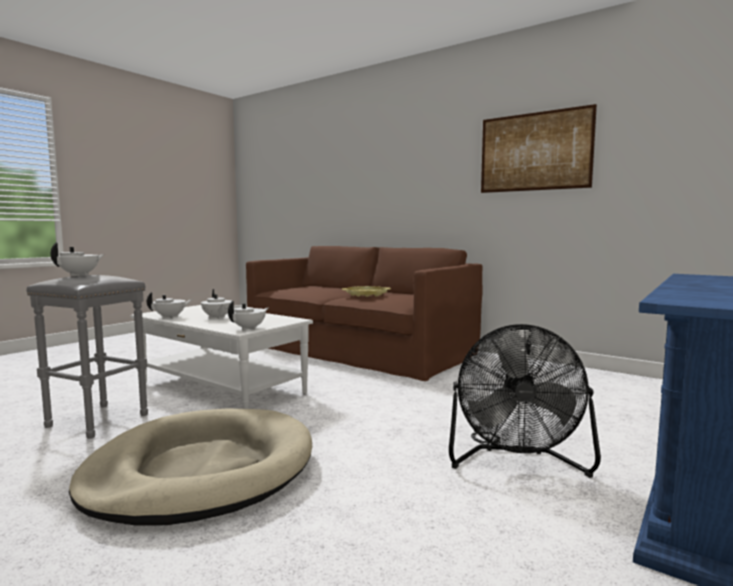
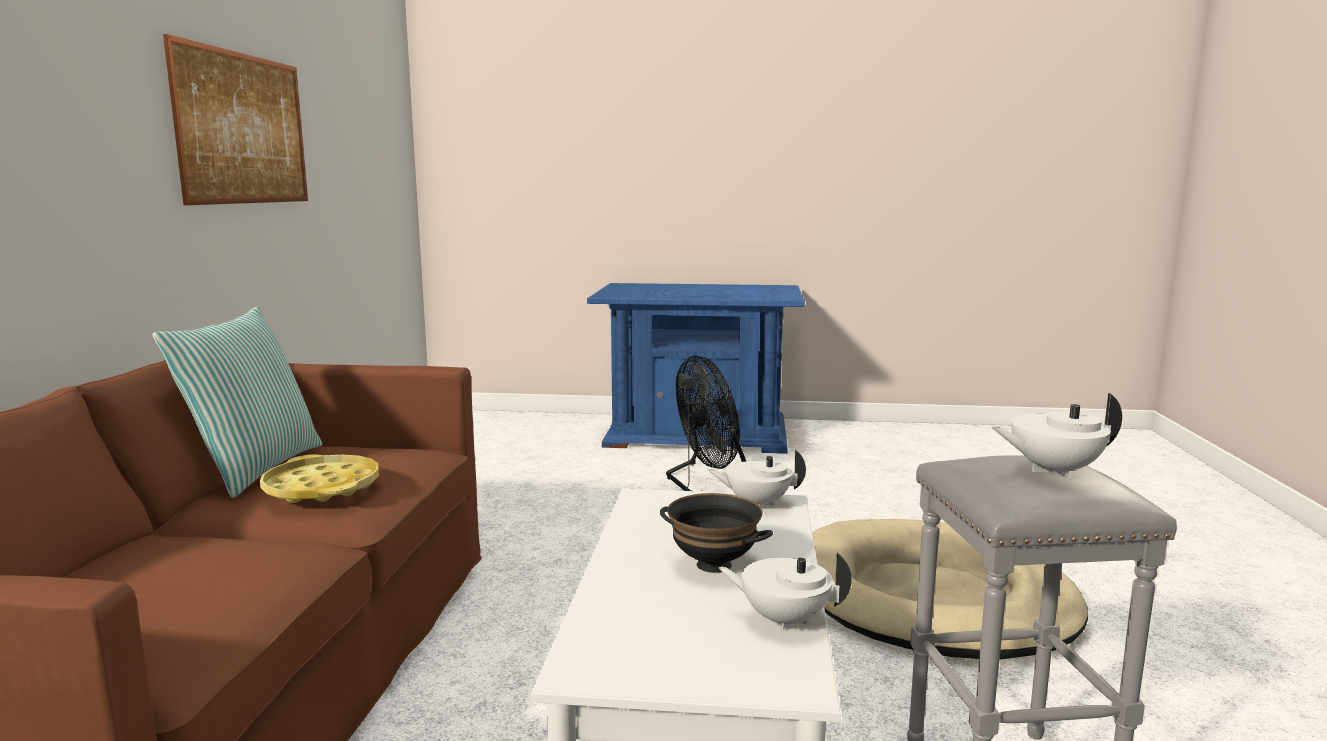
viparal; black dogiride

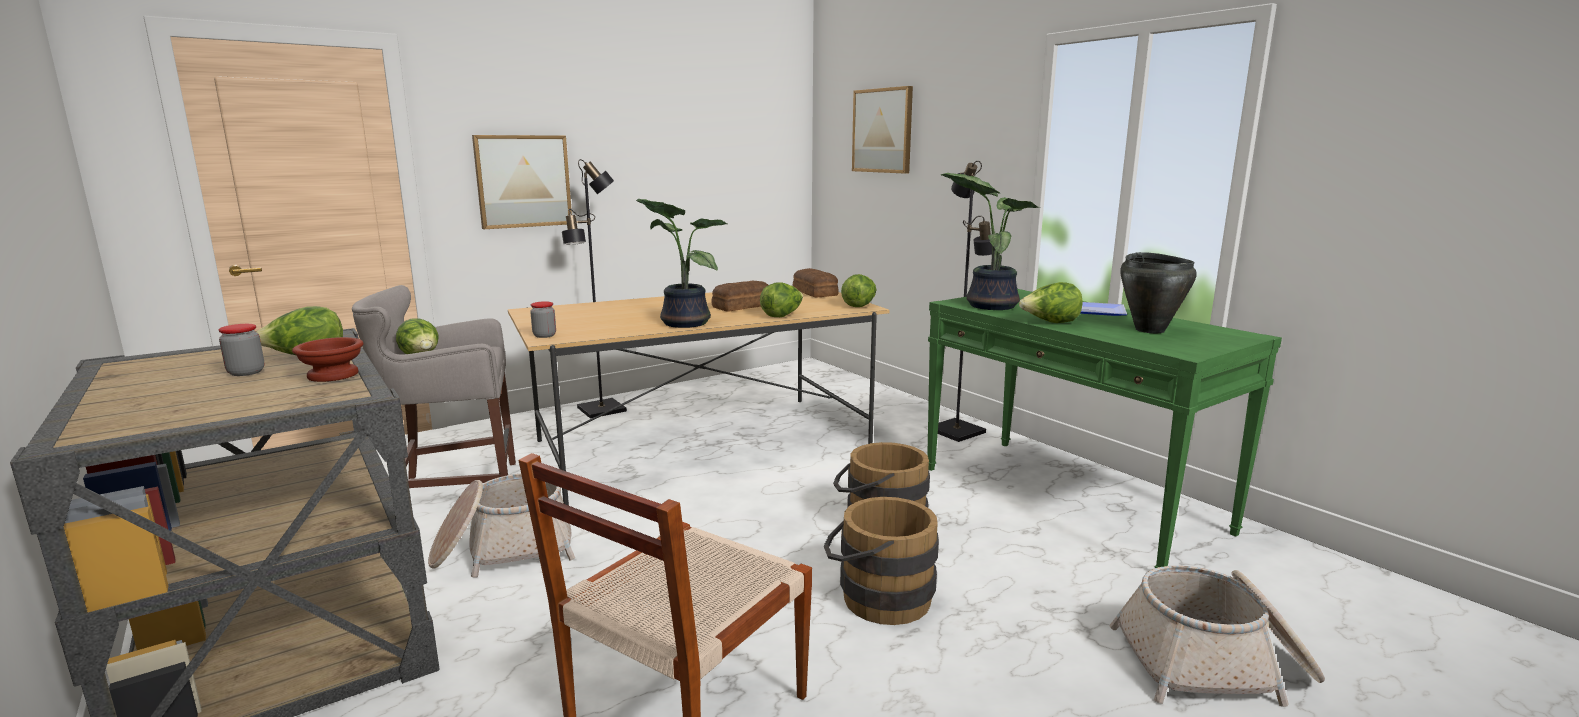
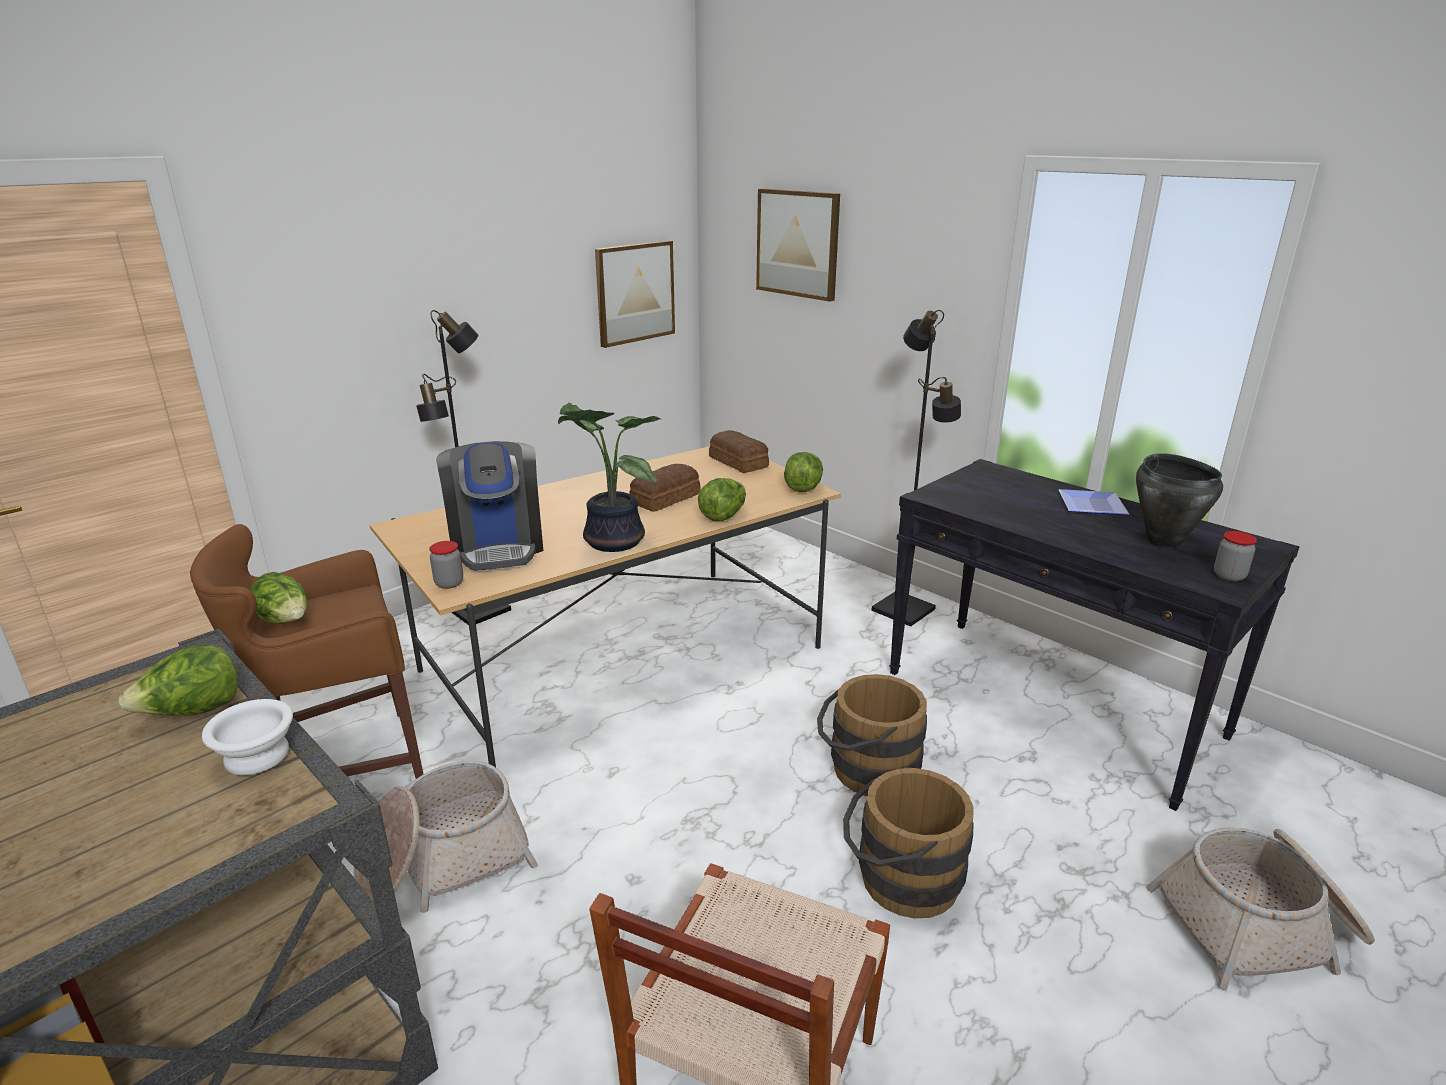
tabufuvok (no. 2 from left in the first image); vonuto (no. 5 from left in the first image); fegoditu; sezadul (no. 2 from left); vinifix (no. 1 from left); white dogiride; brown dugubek; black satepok

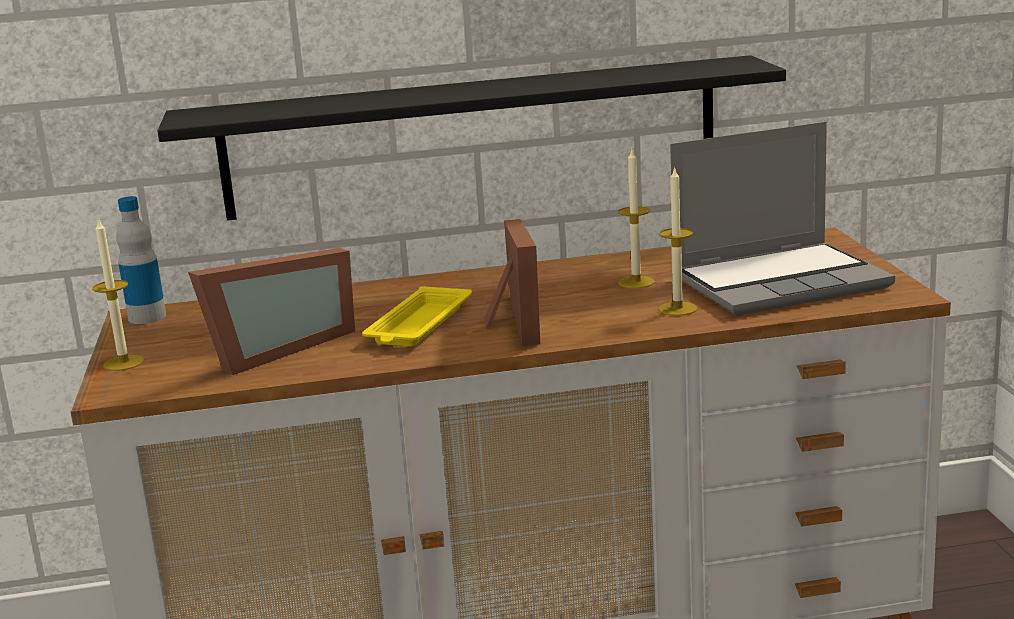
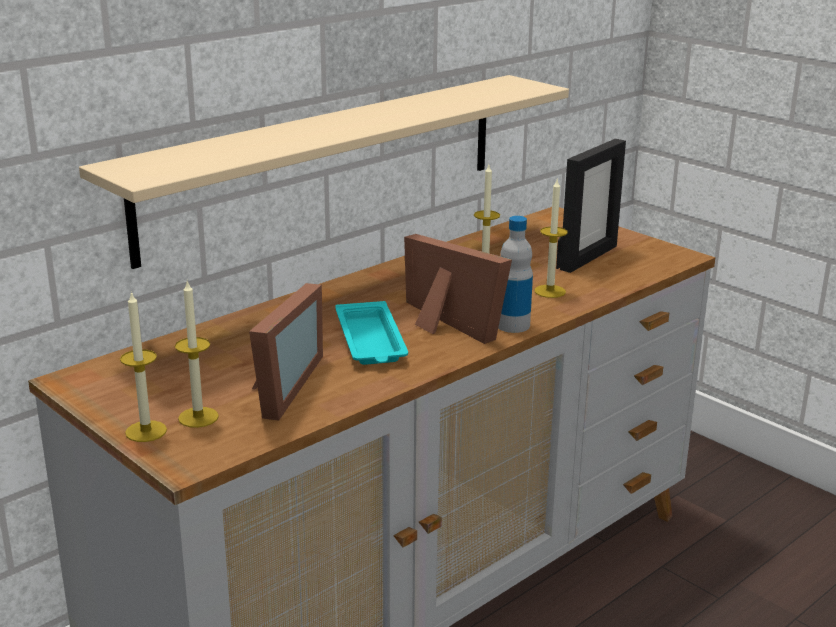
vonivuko (no. 2 from left); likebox; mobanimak (no. 3 from left); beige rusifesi; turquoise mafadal

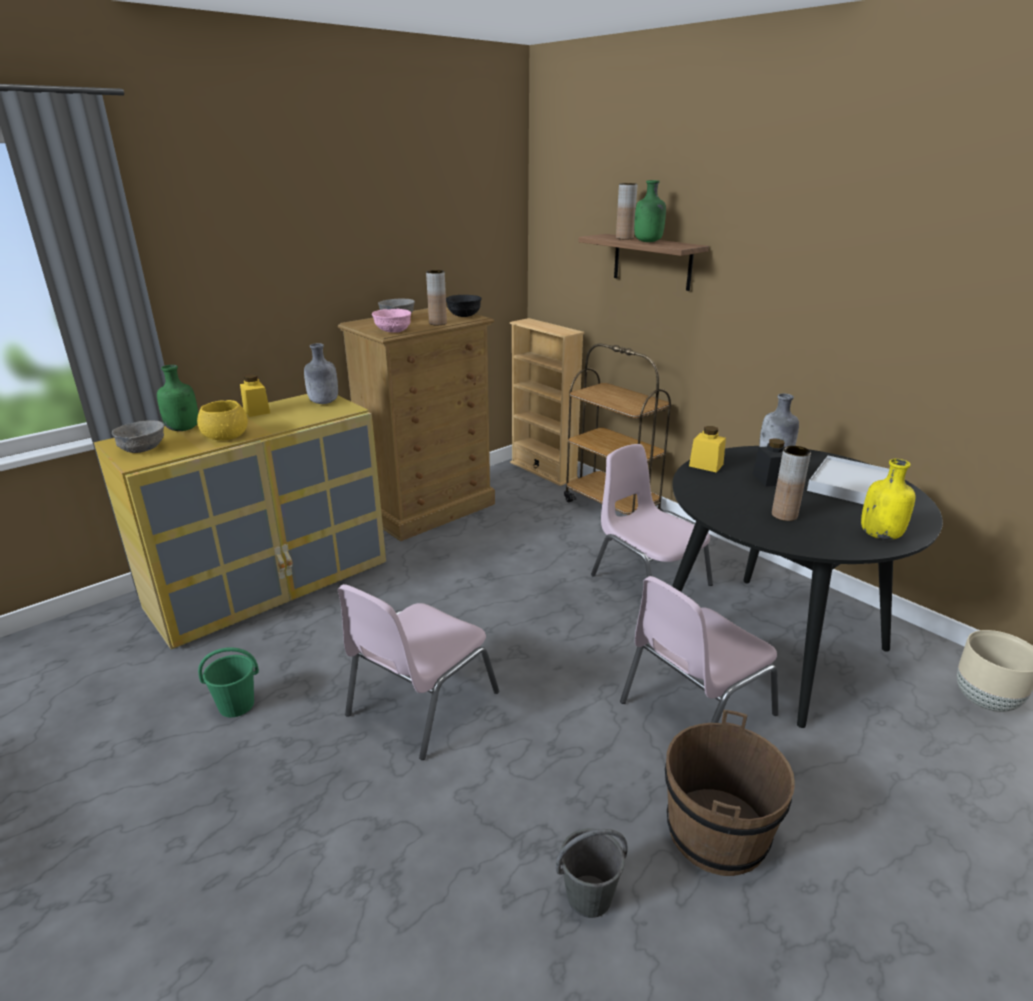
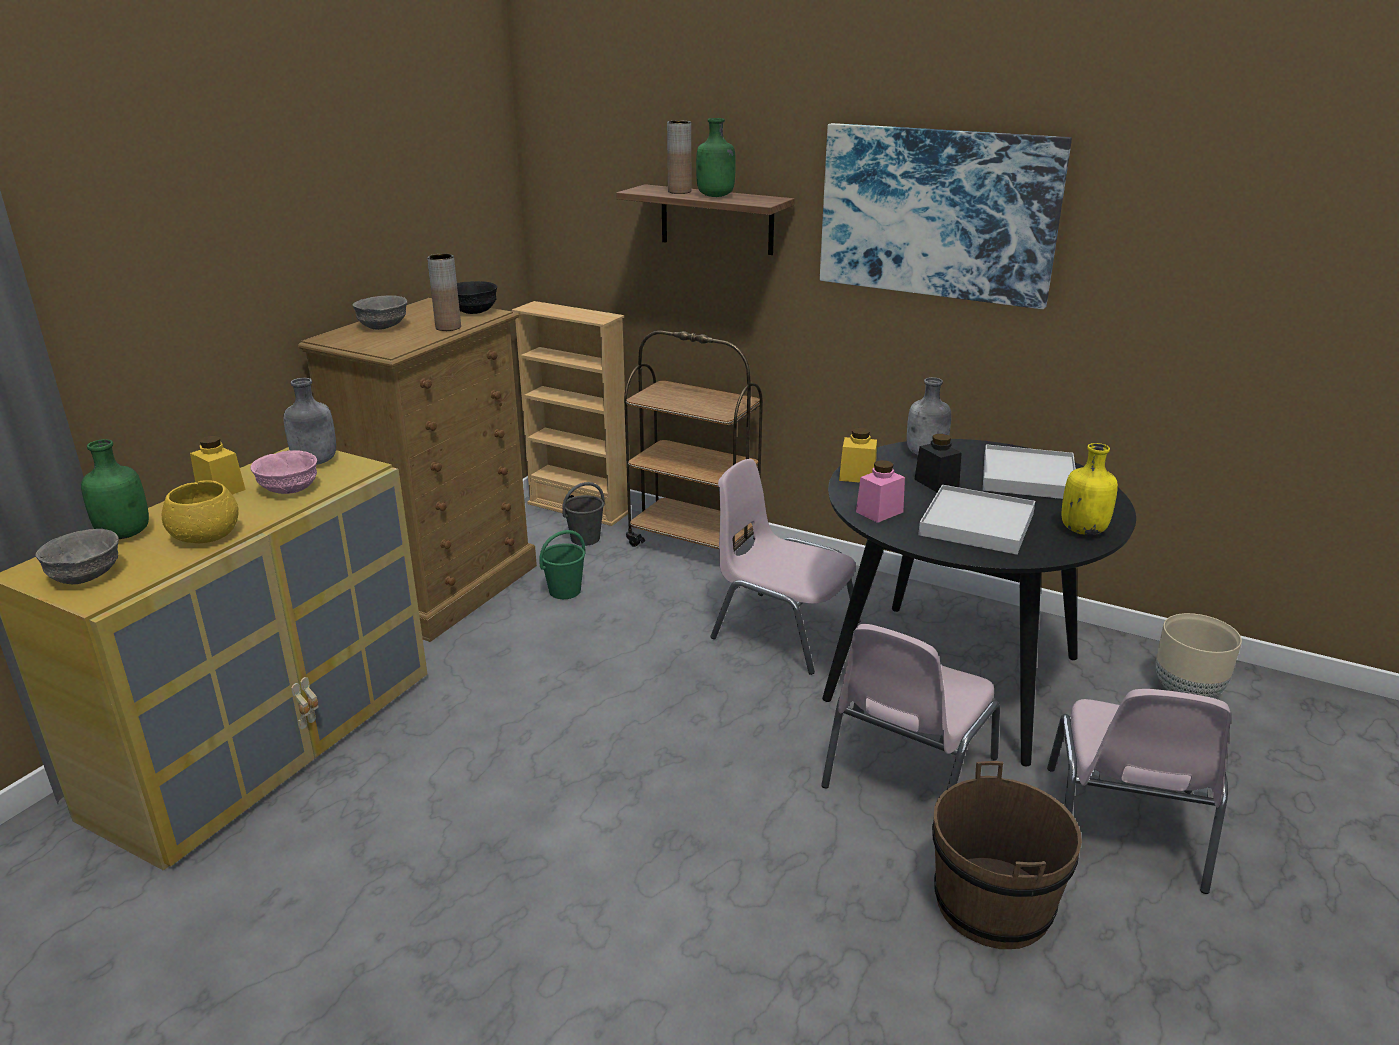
vinifix; pink sezadul; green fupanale; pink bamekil (no. 3 from left); pink dogiride; grey fupanale; white mafadal (no. 1 from left)

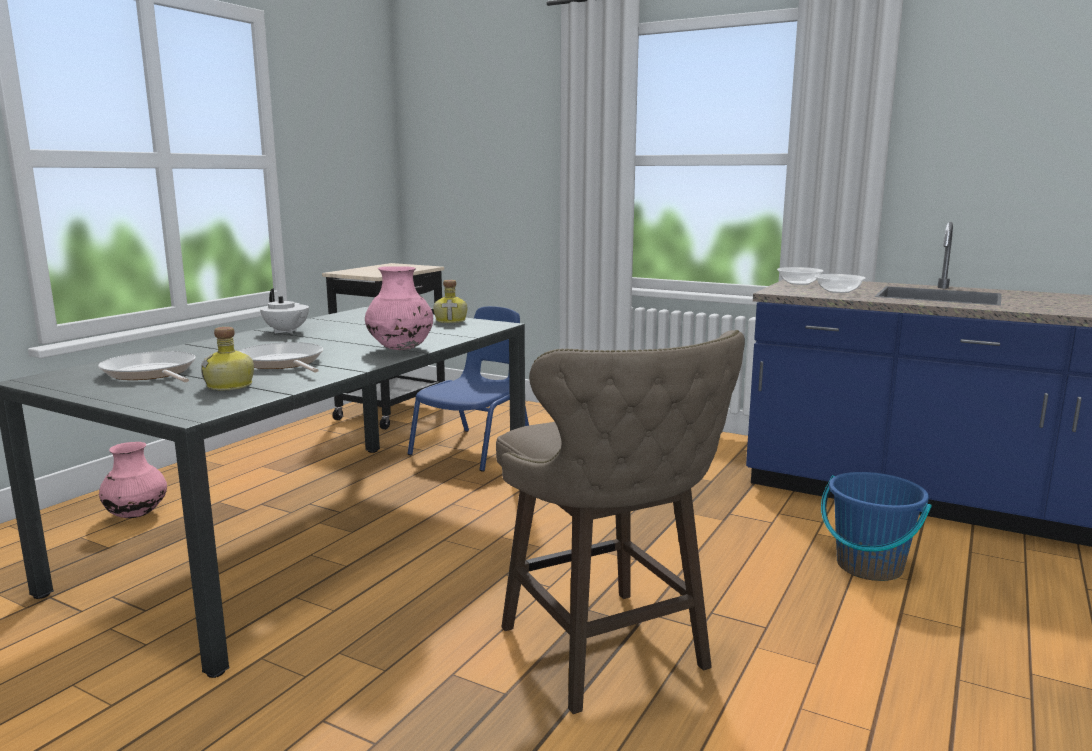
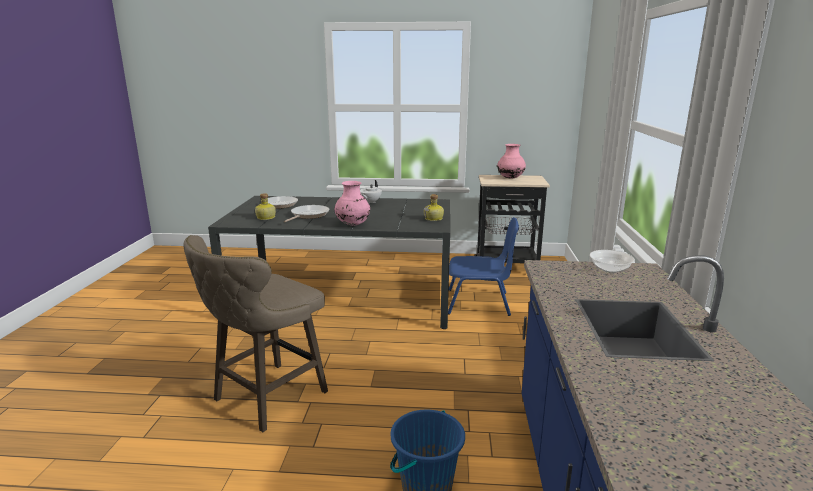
dogiride (no. 2 from left in the first image); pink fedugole (no. 2 from left)

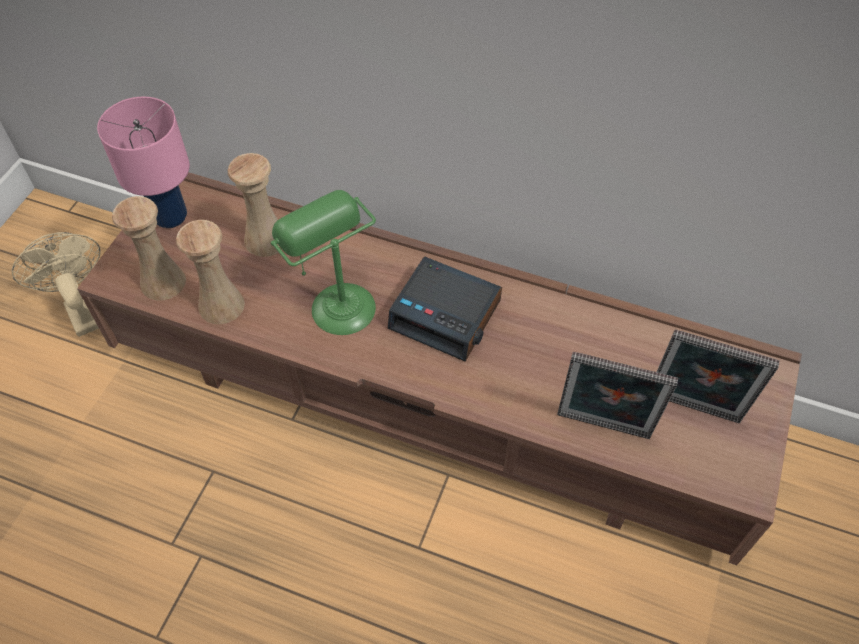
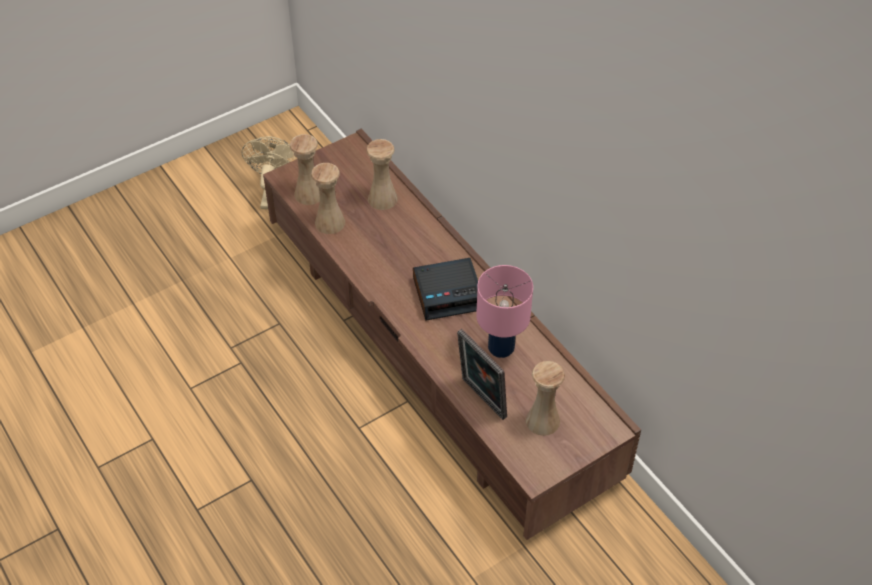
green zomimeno; pink zomimeno; beige fedugole (no. 4 from left); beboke

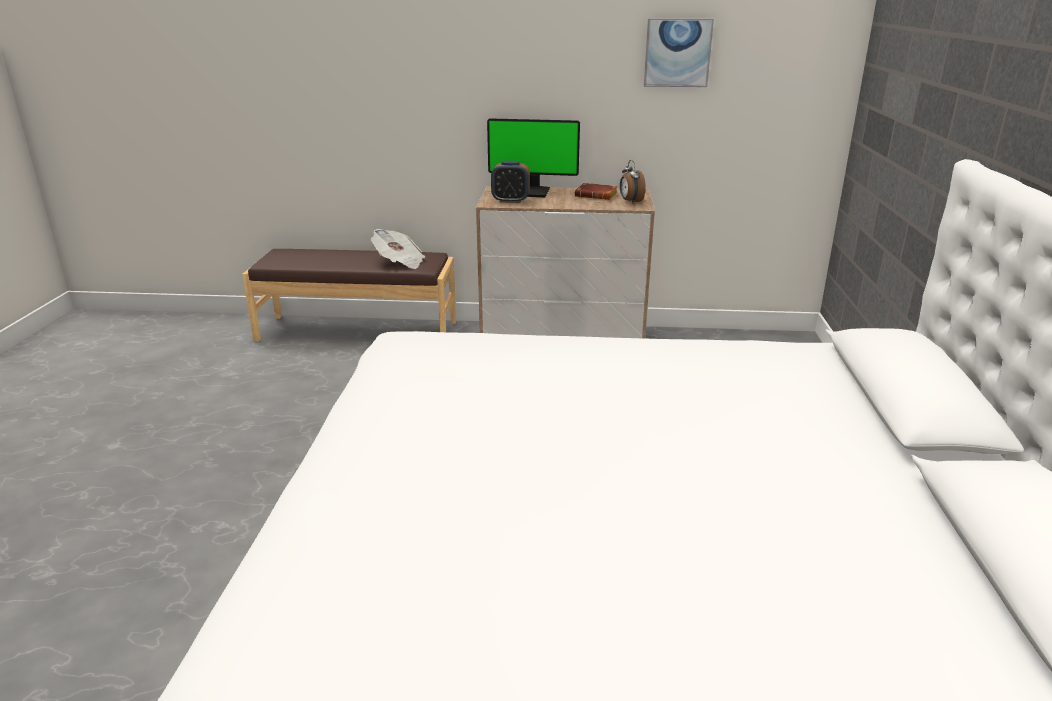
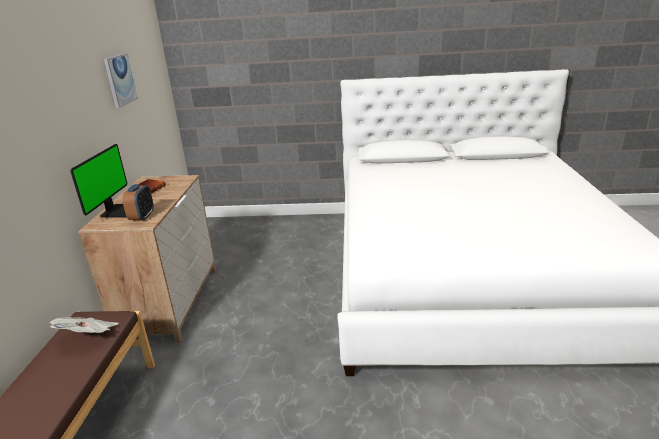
beboke (no. 2 from left in the first image)

